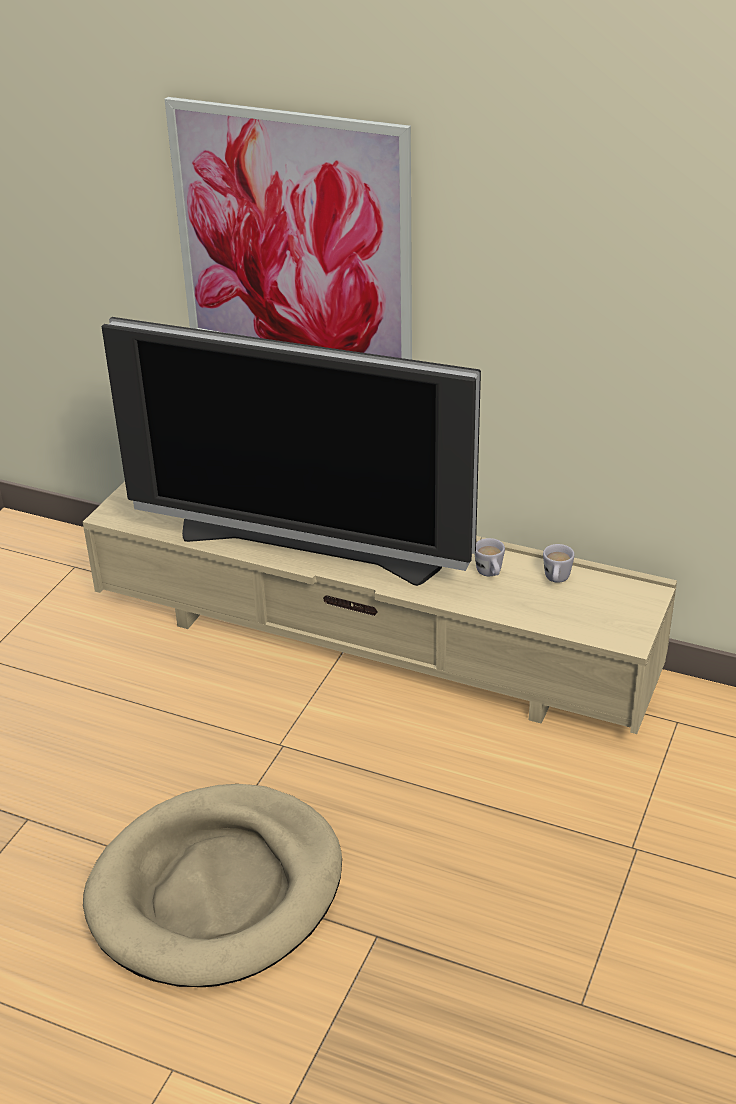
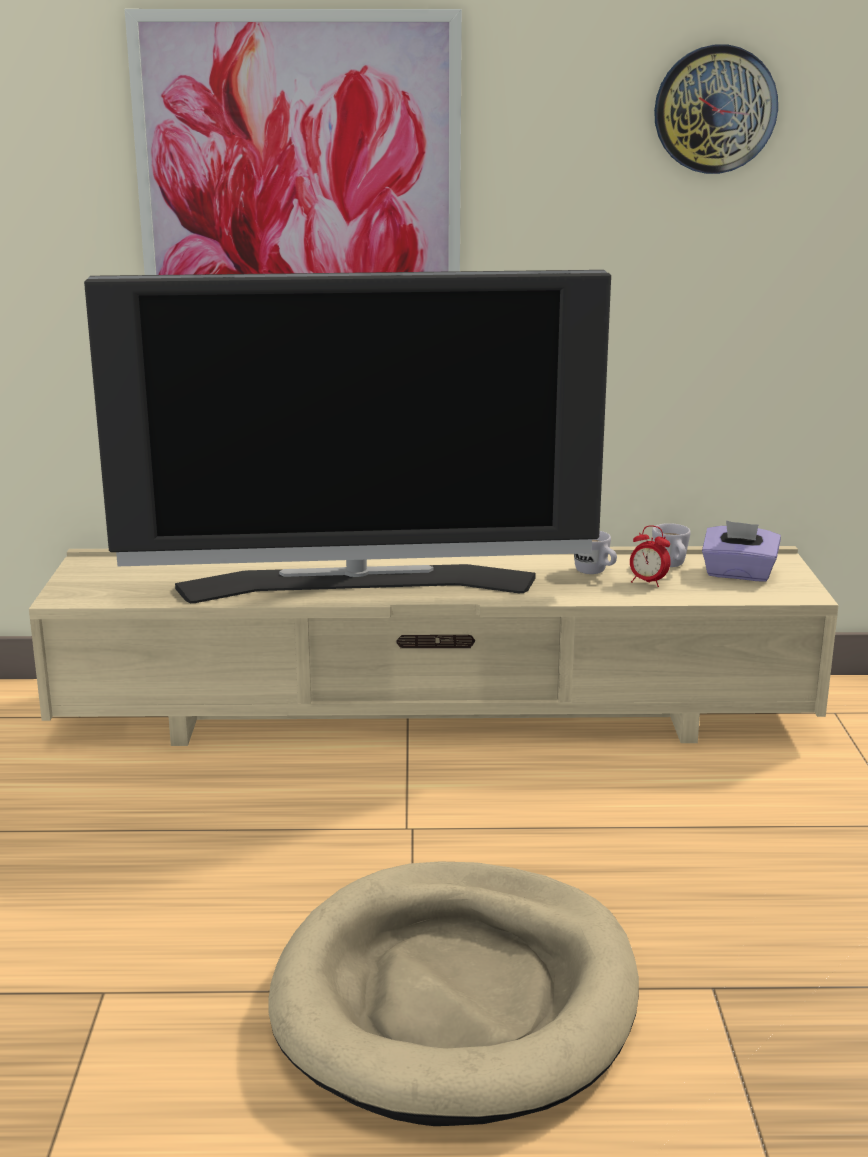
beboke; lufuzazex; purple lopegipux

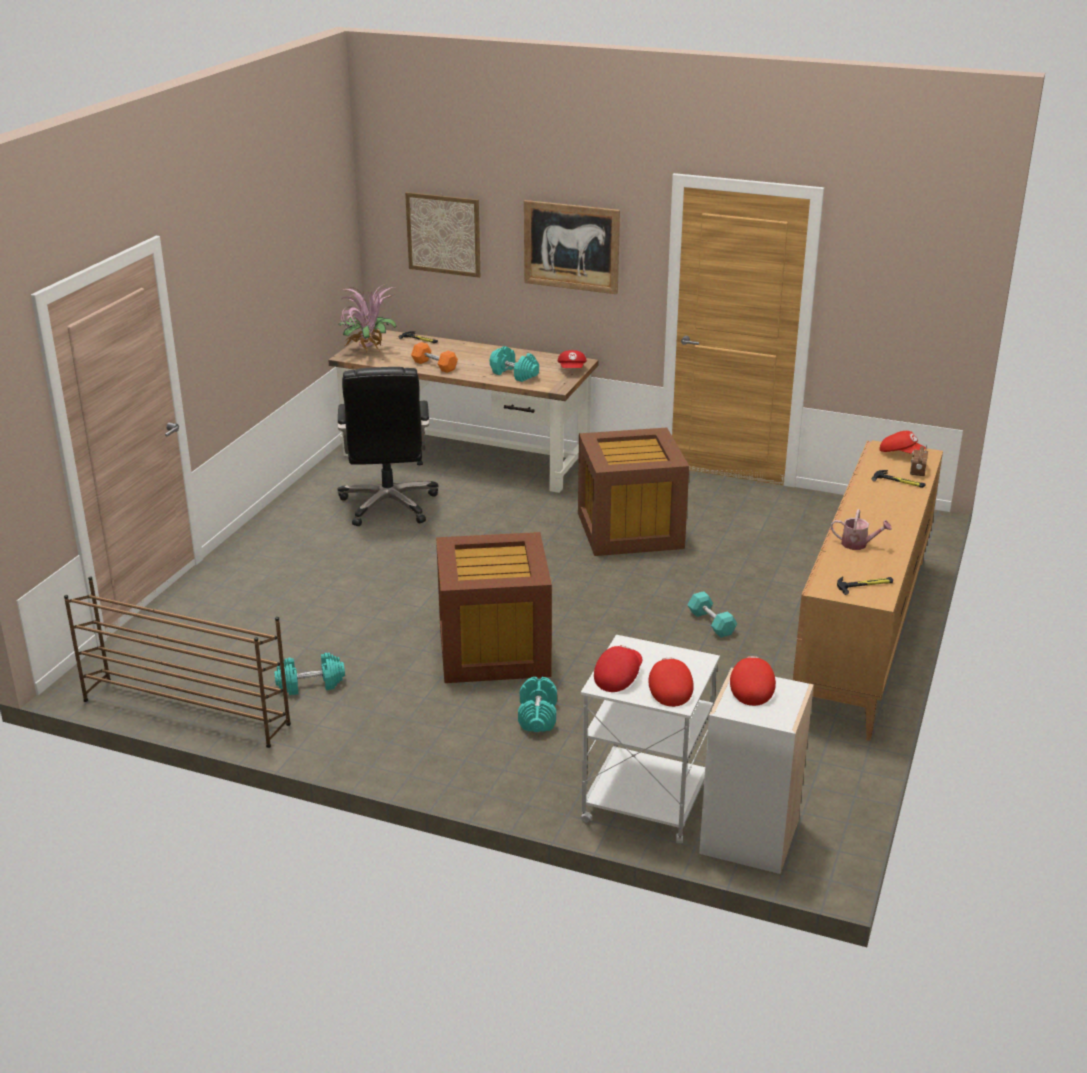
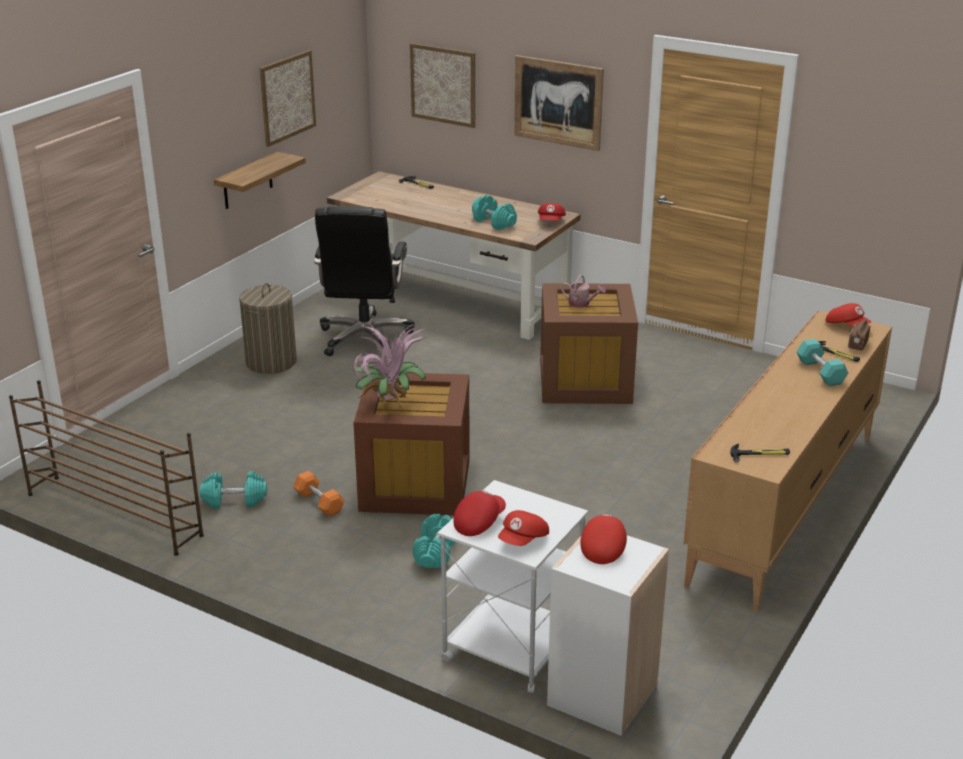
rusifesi; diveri; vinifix (no. 1 from left); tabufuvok; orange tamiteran; turquoise tamiteran (no. 4 from left); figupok; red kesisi (no. 2 from left)

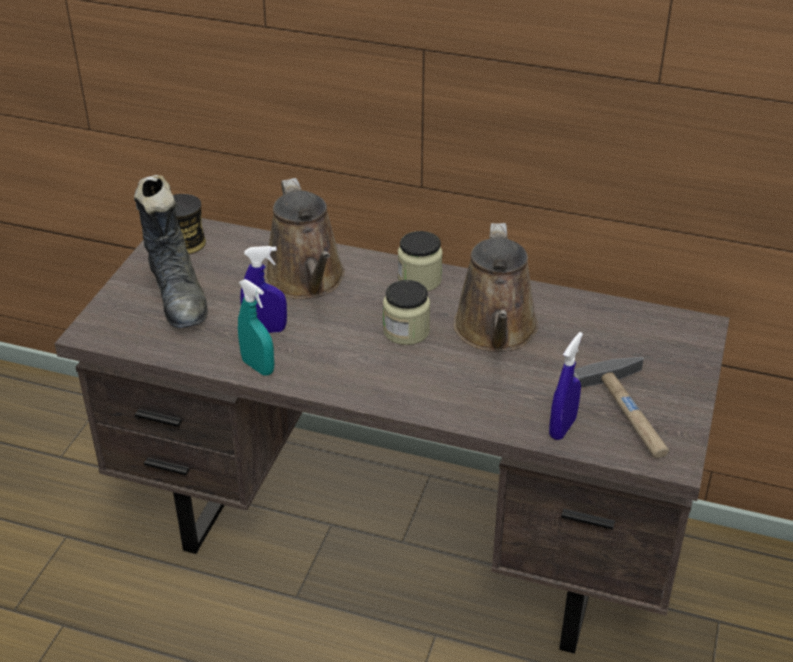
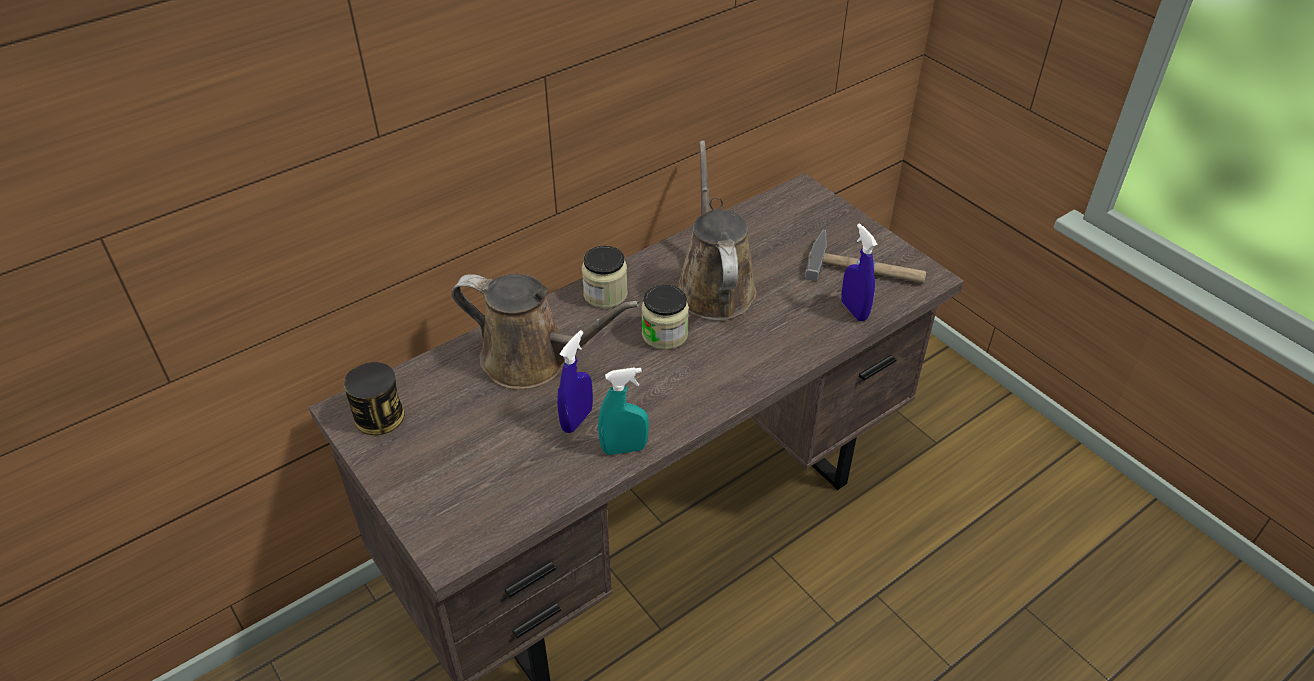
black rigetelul; brown figupok (no. 2 from left)

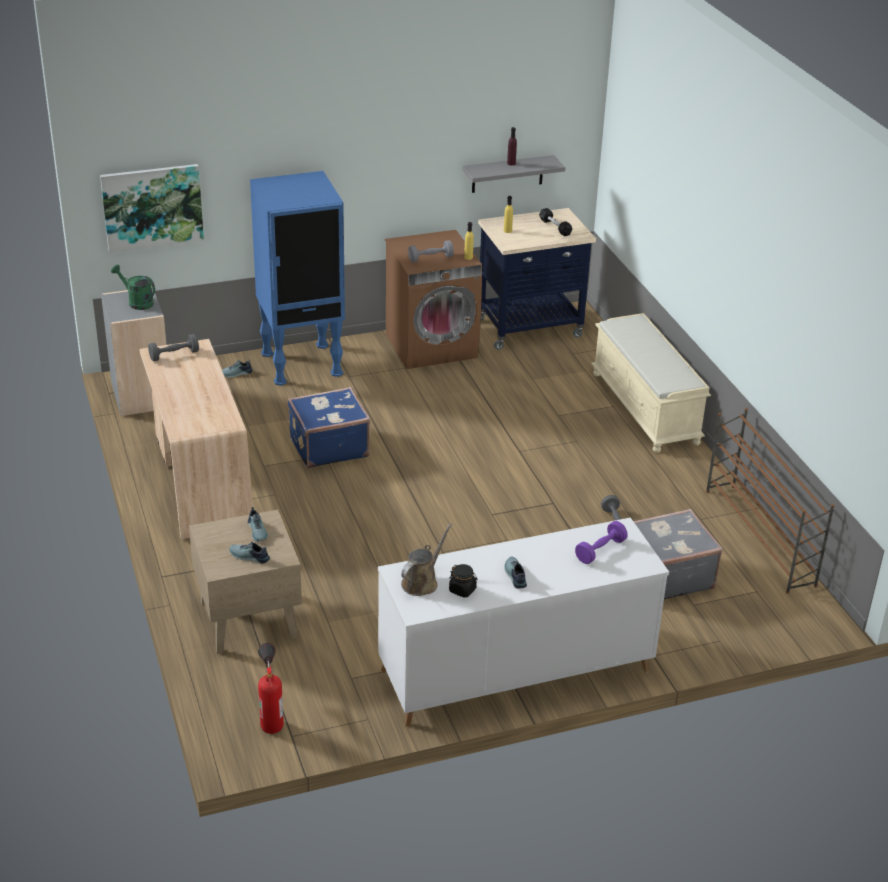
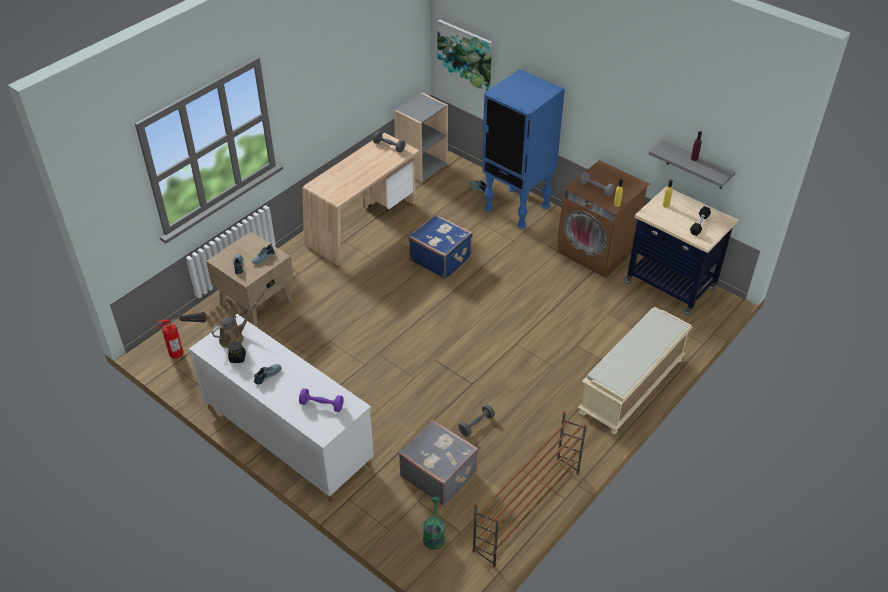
green figupok; brown figupok

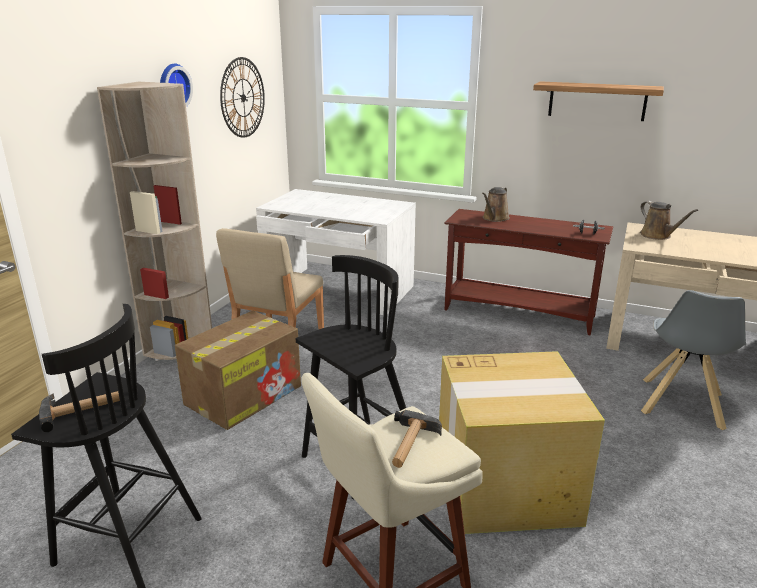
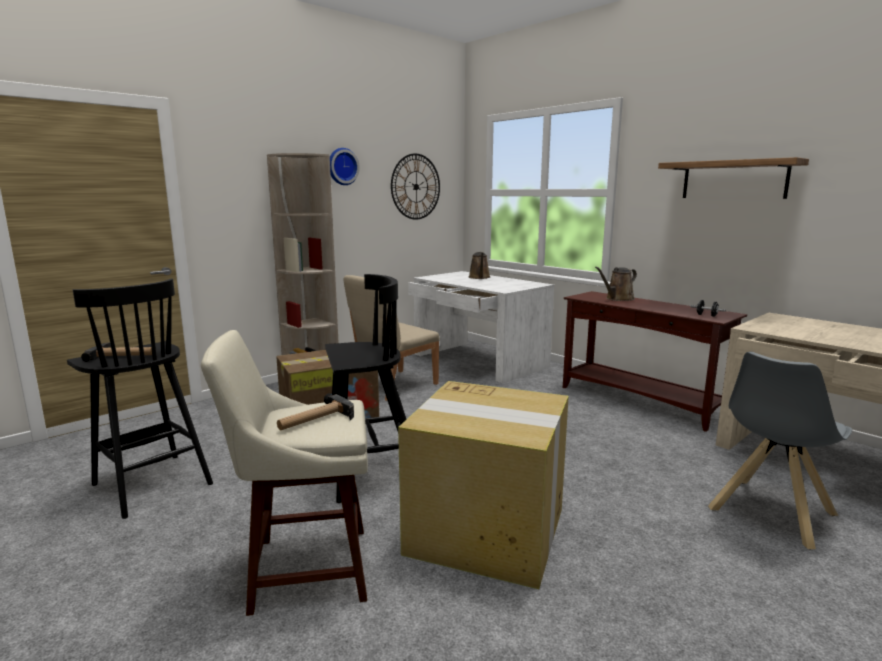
brown figupok (no. 1 from left)

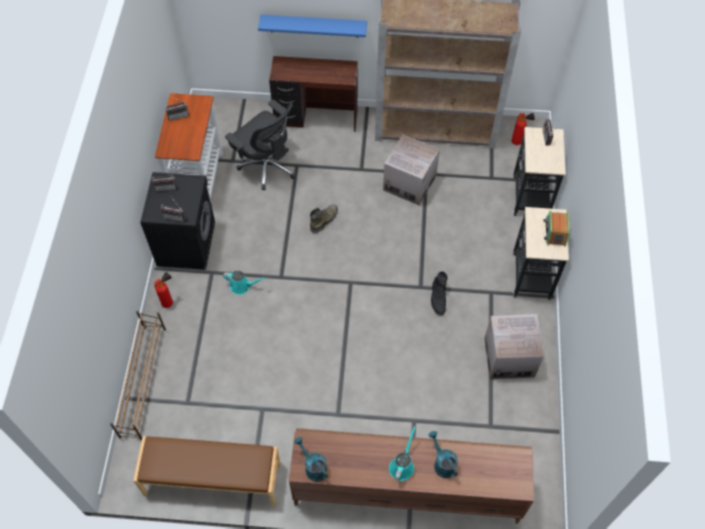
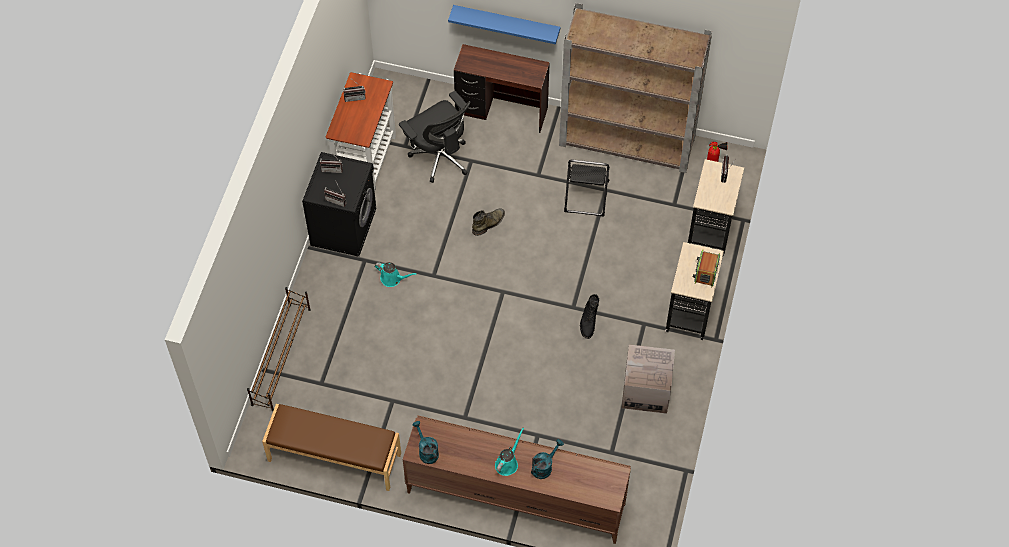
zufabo (no. 1 from left in the first image); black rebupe; turquoise figupok (no. 4 from left)

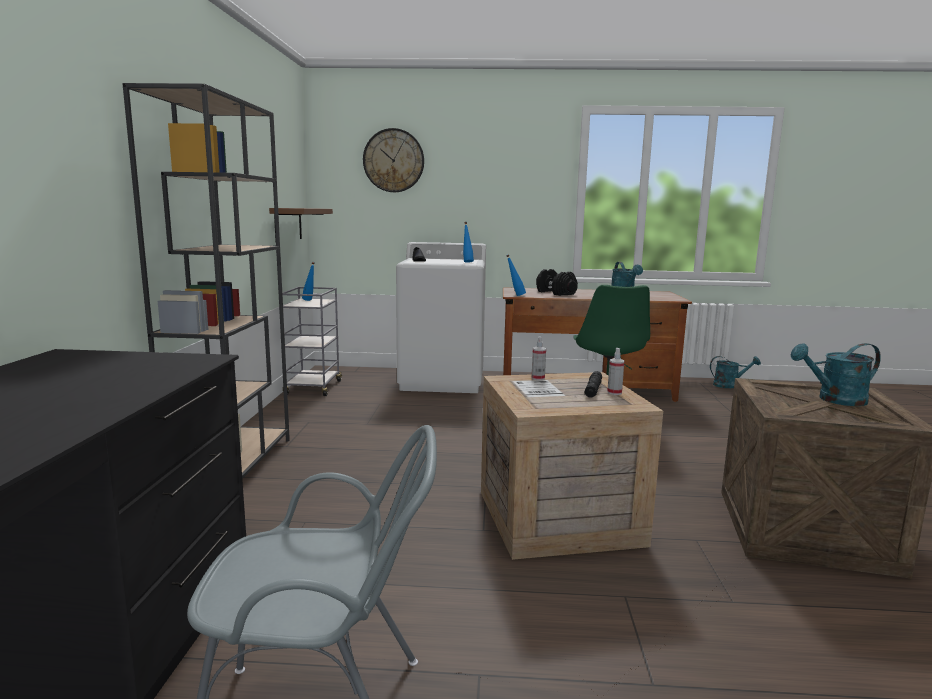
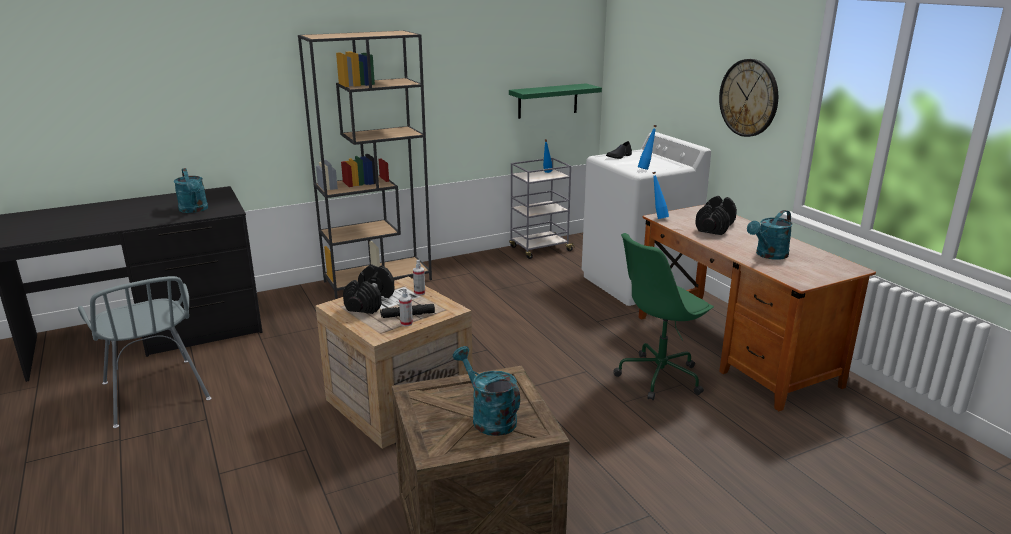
black tamiteran (no. 1 from left); lufuzazex; turquoise figupok (no. 1 from left); green rusifesi

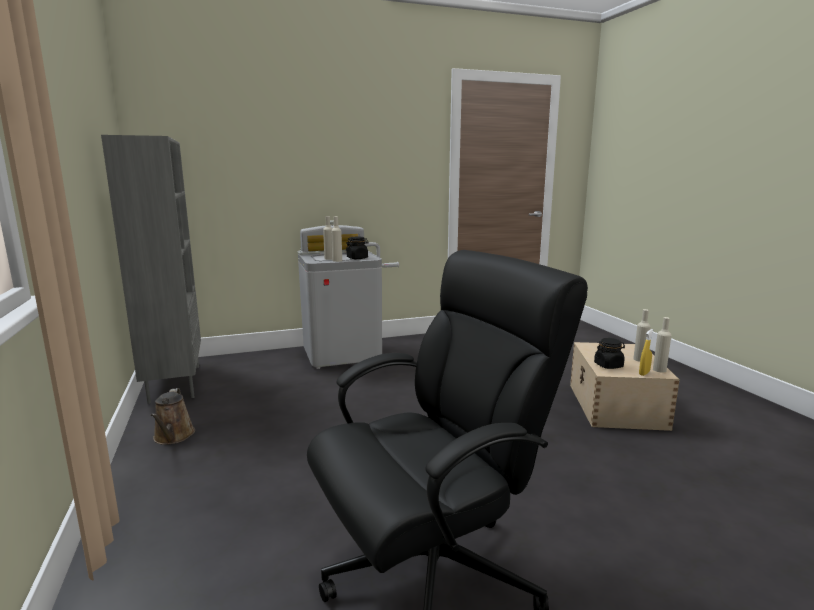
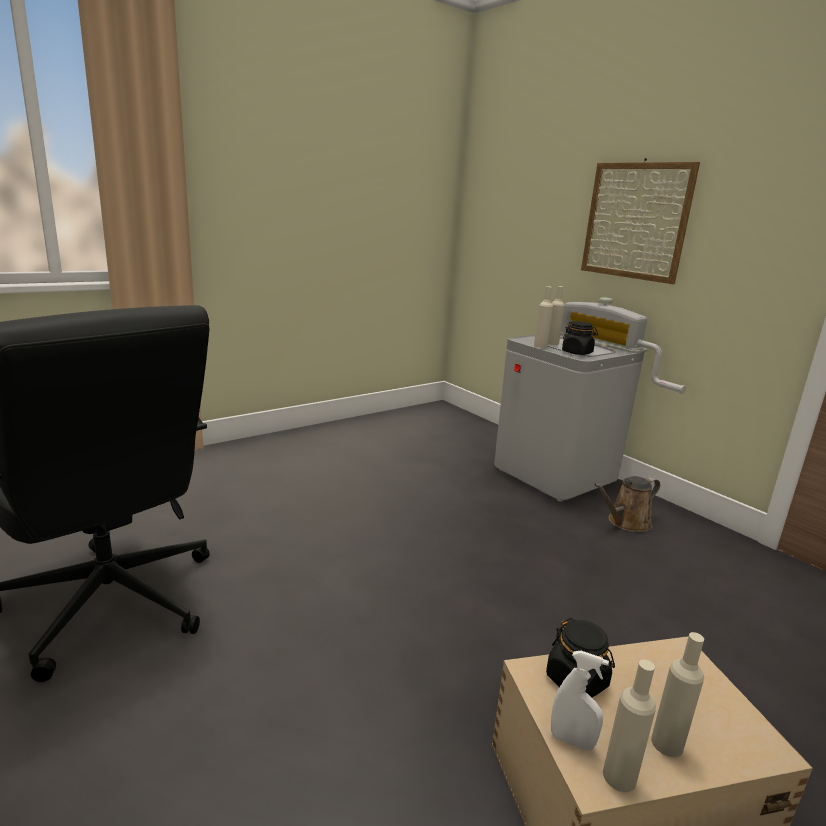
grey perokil; vinifix; brown figupok; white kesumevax

